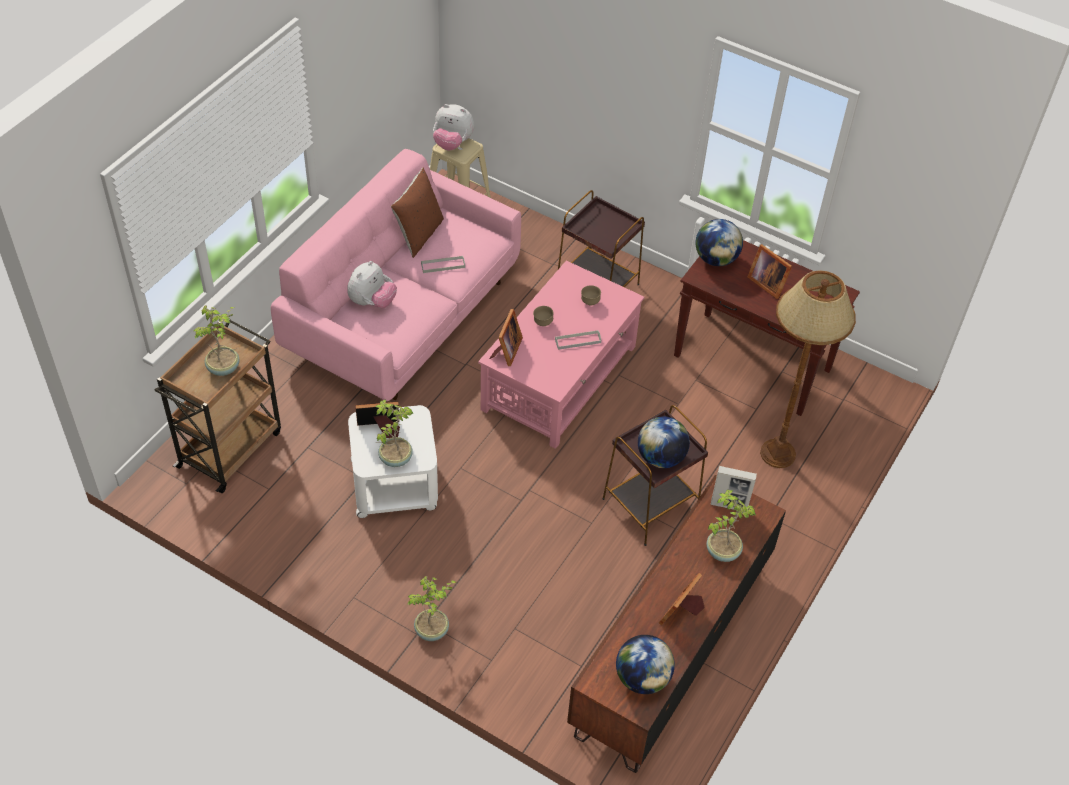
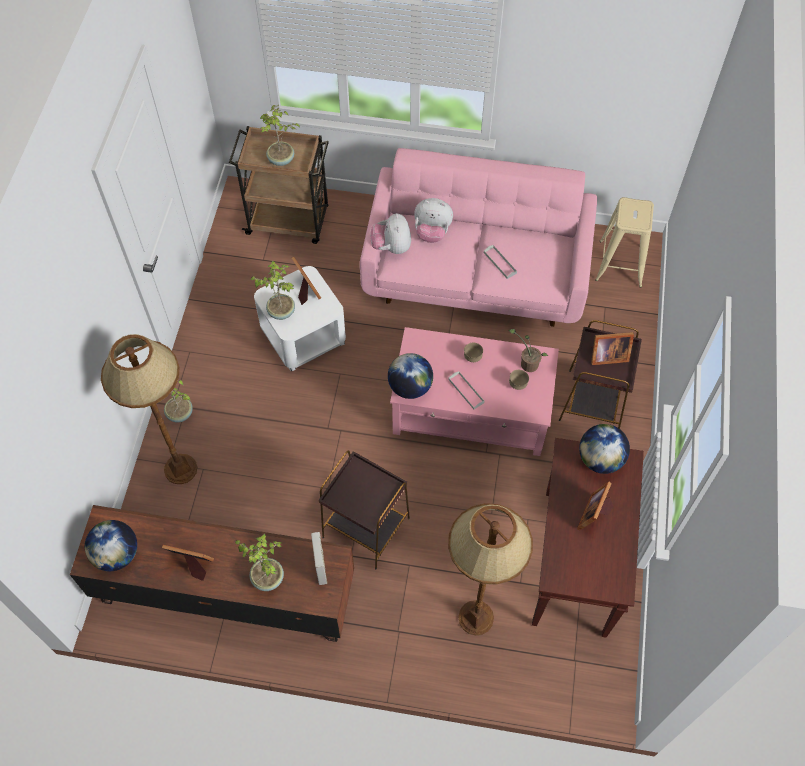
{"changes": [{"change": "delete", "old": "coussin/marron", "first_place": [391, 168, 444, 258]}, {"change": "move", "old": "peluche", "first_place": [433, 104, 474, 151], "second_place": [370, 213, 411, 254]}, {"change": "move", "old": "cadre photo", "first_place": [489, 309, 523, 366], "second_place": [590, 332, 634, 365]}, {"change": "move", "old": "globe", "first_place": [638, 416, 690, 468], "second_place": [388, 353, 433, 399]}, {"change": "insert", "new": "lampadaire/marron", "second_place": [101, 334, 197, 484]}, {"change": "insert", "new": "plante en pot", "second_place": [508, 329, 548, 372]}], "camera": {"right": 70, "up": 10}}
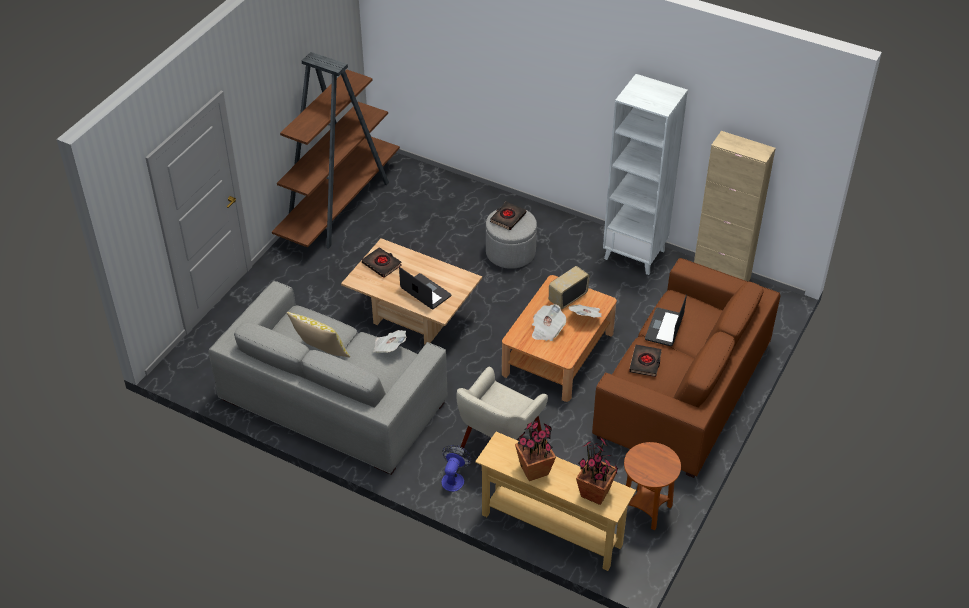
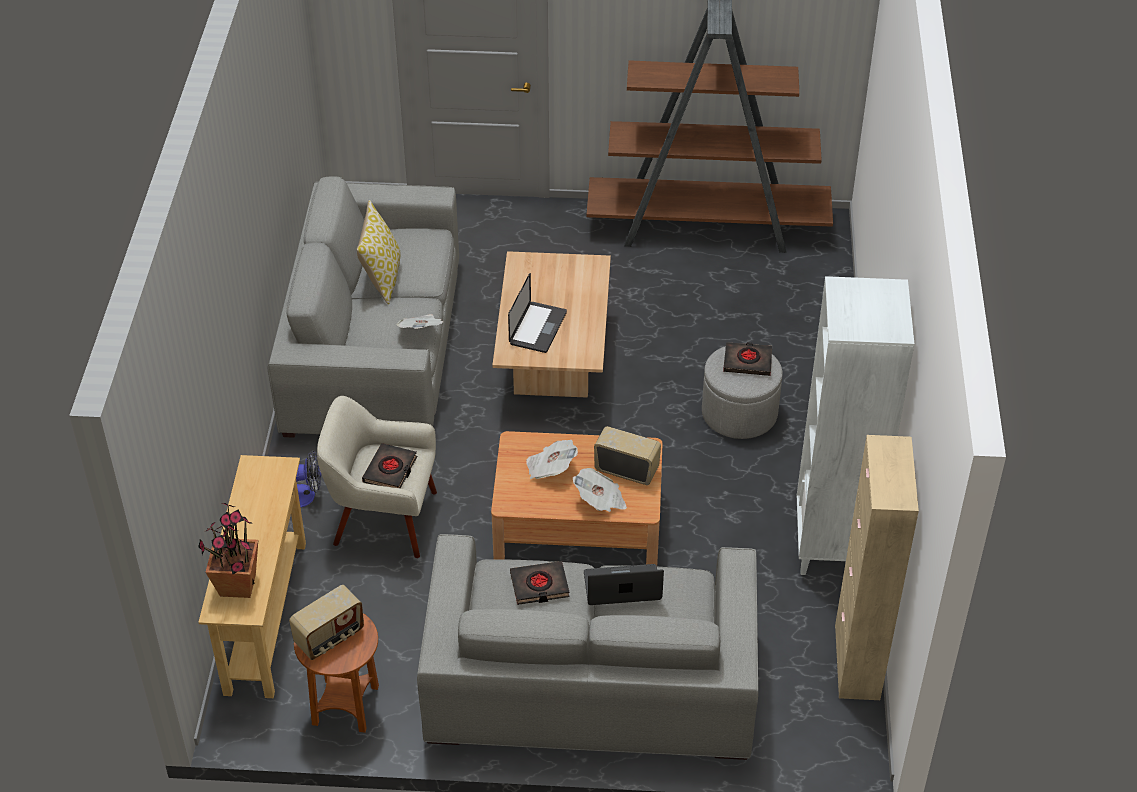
{"changes": [{"change": "move", "old": "livre/noir", "first_place": [362, 247, 402, 278], "second_place": [362, 443, 417, 488]}, {"change": "delete", "old": "plante en pot", "first_place": [515, 420, 556, 481]}, {"change": "recolor", "old": "canapé/marron", "new": "canapé/gris", "first_place": [592, 258, 780, 478], "second_place": [417, 534, 758, 760]}, {"change": "insert", "new": "radio", "second_place": [289, 585, 364, 660]}], "camera": {"right": 65, "up": 0}}
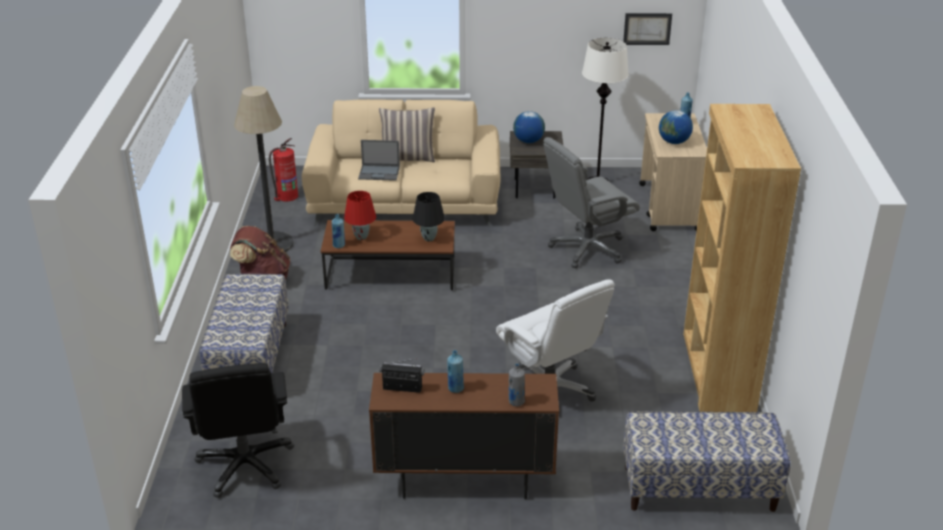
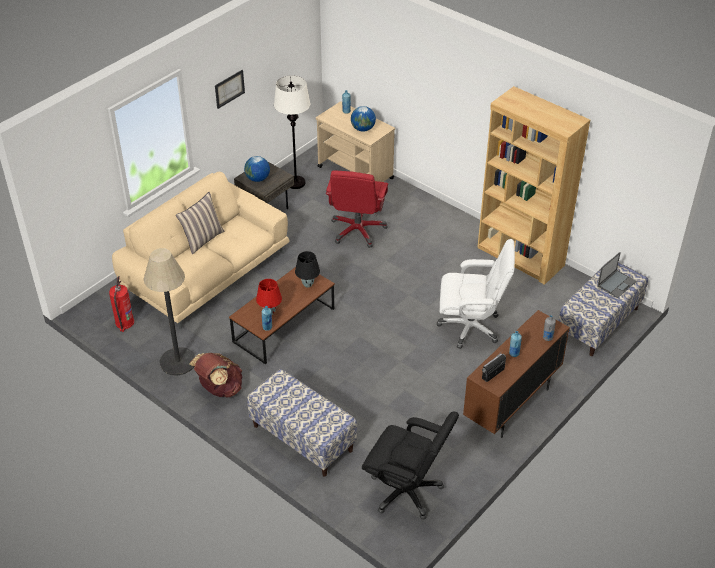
{"changes": [{"change": "move", "old": "ordinateur portable", "first_place": [358, 140, 400, 181], "second_place": [597, 252, 636, 298]}, {"change": "recolor", "old": "chaise de bureau/gris", "new": "chaise de bureau/rouge", "first_place": [543, 137, 640, 268], "second_place": [326, 170, 388, 248]}, {"change": "move", "old": "tableau", "first_place": [623, 13, 672, 45], "second_place": [215, 70, 245, 109]}], "camera": {"right": -50, "up": 10}}
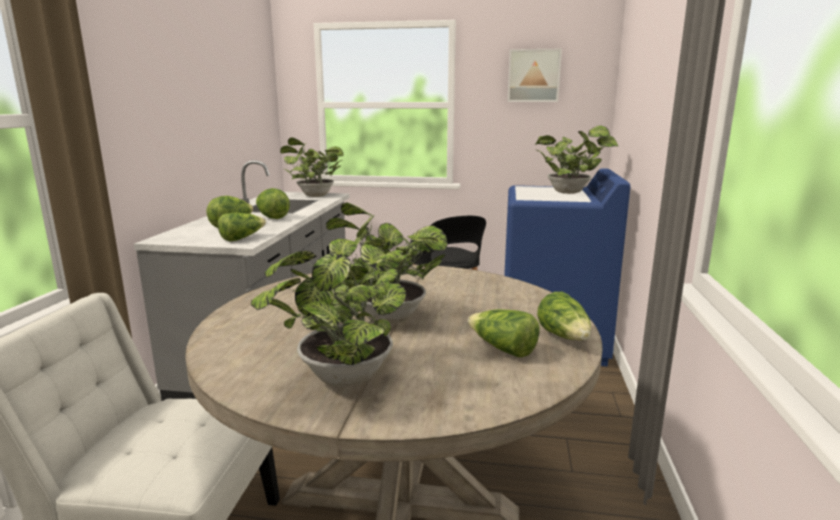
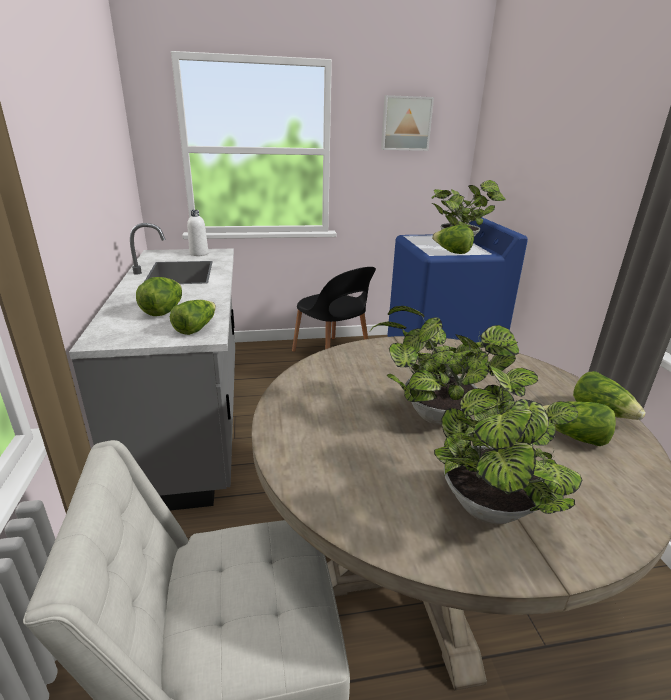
{"changes": [{"change": "move", "old": "laitue", "first_place": [256, 188, 290, 219], "second_place": [432, 225, 474, 254]}, {"change": "replace", "old": "plante en pot", "new": "bouteille/blanc", "first_place": [280, 137, 344, 197], "second_place": [187, 210, 209, 256]}], "camera": {"right": -20, "up": 10}}
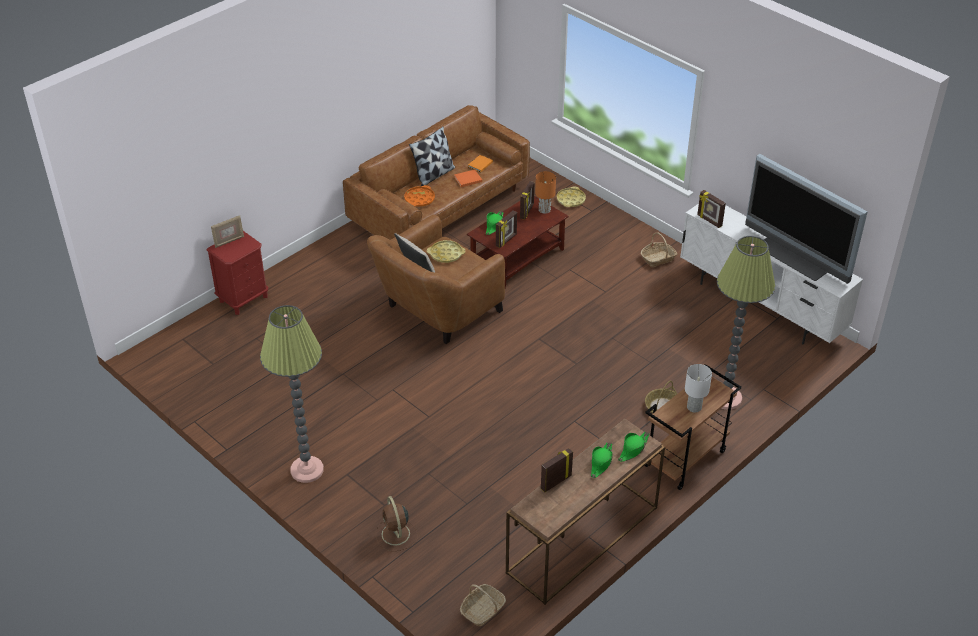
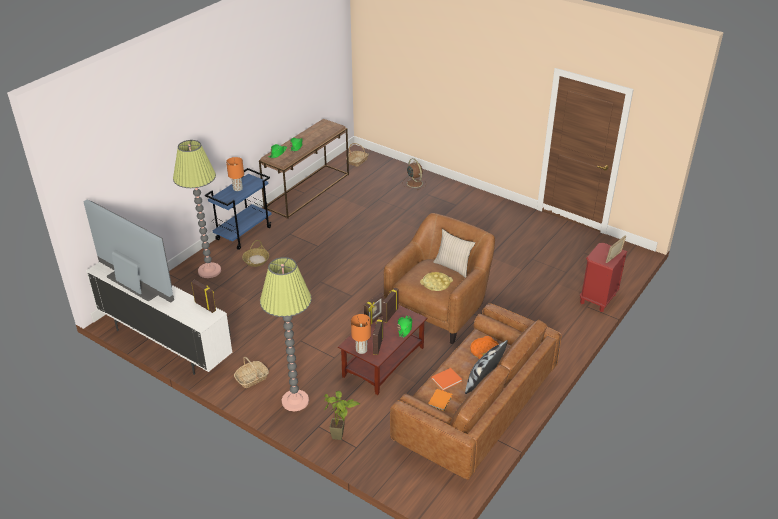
{"changes": [{"change": "move", "old": "lampadaire", "first_place": [260, 305, 324, 483], "second_place": [260, 257, 312, 411]}, {"change": "move", "old": "cadre photo", "first_place": [541, 448, 573, 492], "second_place": [364, 293, 385, 324]}, {"change": "replace", "old": "plateau/jaune", "new": "plante en pot", "first_place": [557, 186, 586, 207], "second_place": [324, 391, 360, 440]}, {"change": "recolor", "old": "chariot/marron", "new": "chariot/bleu", "first_place": [645, 364, 742, 490], "second_place": [205, 168, 271, 250]}, {"change": "recolor", "old": "lampe de table/blanc", "new": "lampe de table/orange", "first_place": [685, 364, 712, 413], "second_place": [226, 157, 244, 191]}], "camera": {"right": 170, "up": -5}}
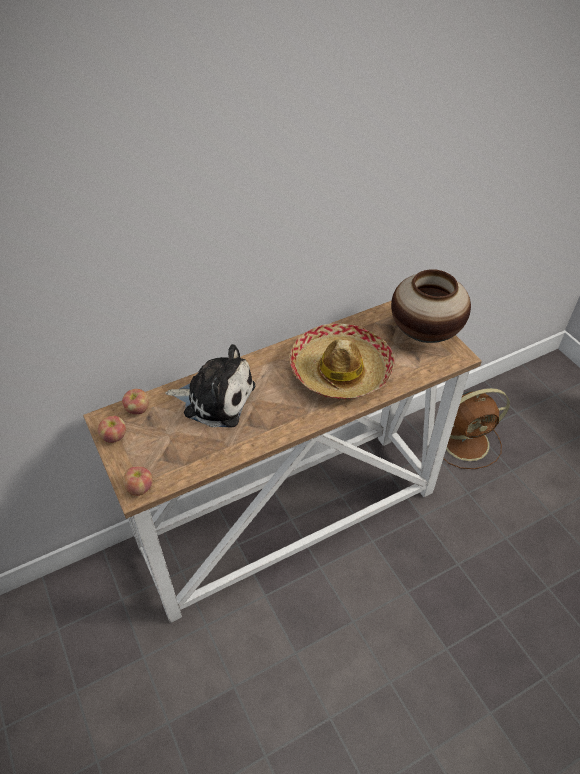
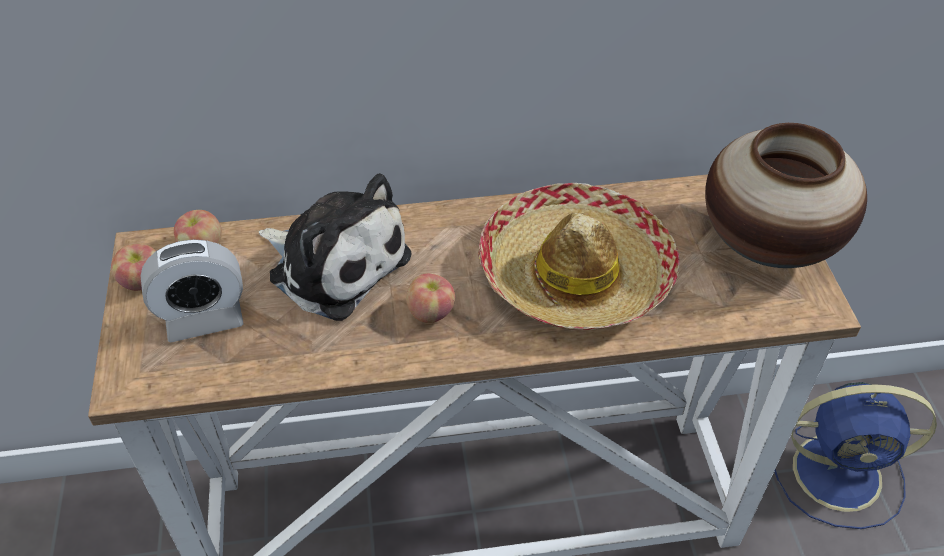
{"changes": [{"change": "move", "old": "pomme", "first_place": [123, 466, 153, 496], "second_place": [406, 273, 455, 323]}, {"change": "recolor", "old": "ventilateur/marron", "new": "ventilateur/bleu", "first_place": [443, 388, 510, 469], "second_place": [774, 382, 937, 529]}, {"change": "insert", "new": "réveil", "second_place": [141, 239, 244, 342]}], "camera": {"right": 20, "up": 0}}
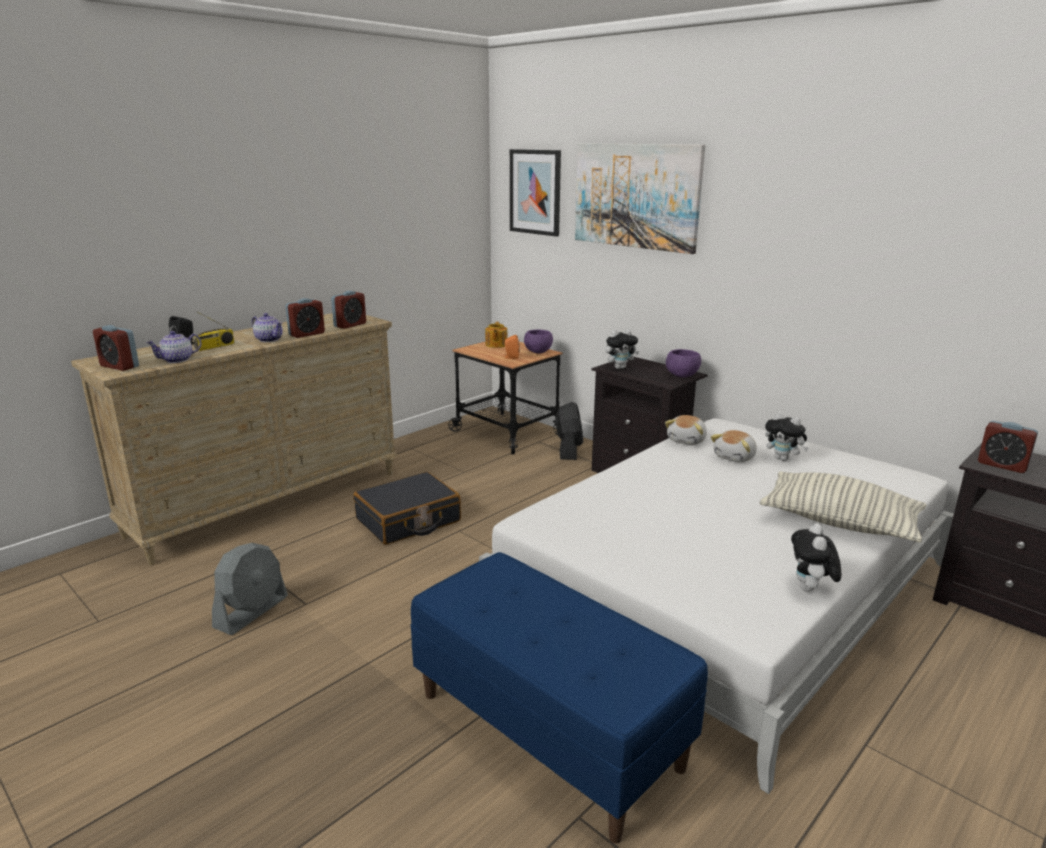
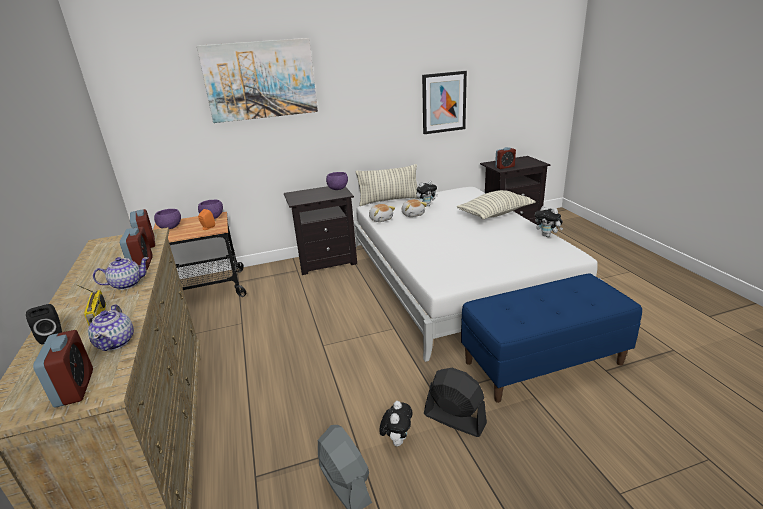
{"changes": [{"change": "rotate", "old": "réveil", "first_place": [93, 325, 139, 371], "second_place": [33, 330, 93, 408], "degrees": -75}, {"change": "delete", "old": "valise/noir", "first_place": [353, 472, 461, 545]}, {"change": "replace", "old": "théière", "new": "bol/violet", "first_place": [485, 322, 507, 348], "second_place": [154, 209, 181, 229]}, {"change": "move", "old": "tableau", "first_place": [510, 149, 561, 237], "second_place": [422, 71, 467, 134]}, {"change": "move", "old": "ventilateur/noir", "first_place": [555, 402, 583, 460], "second_place": [424, 368, 487, 437]}, {"change": "move", "old": "peluche", "first_place": [605, 329, 639, 369], "second_place": [379, 401, 413, 446]}, {"change": "insert", "new": "coussin", "second_place": [356, 164, 420, 206]}], "camera": {"right": -60, "up": 5}}
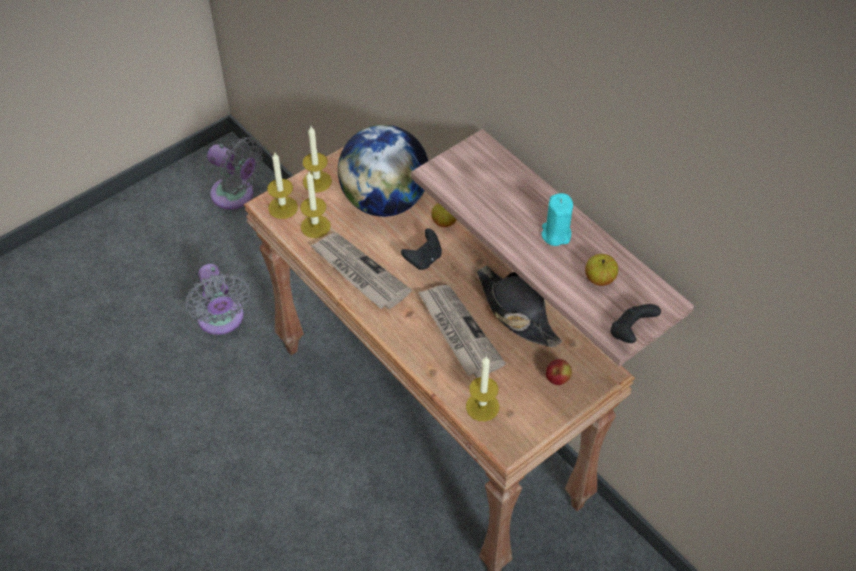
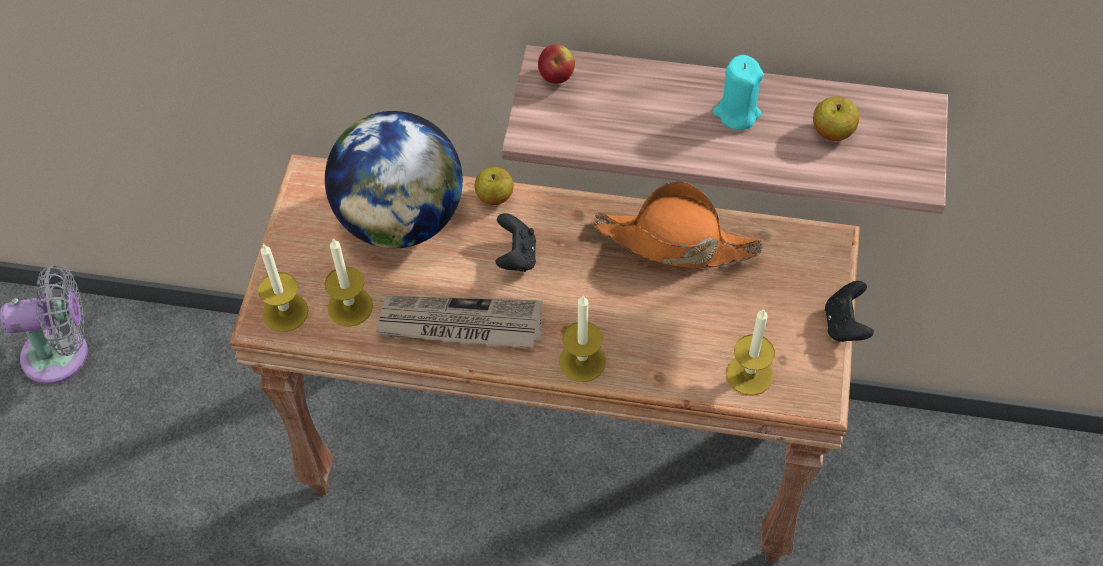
{"changes": [{"change": "delete", "old": "ventilateur/gris", "first_place": [185, 264, 250, 335]}, {"change": "move", "old": "bougie", "first_place": [302, 126, 332, 193], "second_place": [559, 295, 606, 382]}, {"change": "delete", "old": "journal", "first_place": [418, 285, 506, 378]}, {"change": "recolor", "old": "chapeau/noir", "new": "chapeau/orange", "first_place": [477, 265, 562, 347], "second_place": [593, 181, 763, 268]}, {"change": "move", "old": "pomme", "first_place": [546, 359, 572, 385], "second_place": [538, 44, 575, 84]}, {"change": "move", "old": "manette/noir", "first_place": [610, 304, 661, 343], "second_place": [825, 281, 874, 342]}], "camera": {"right": -40, "up": 5}}
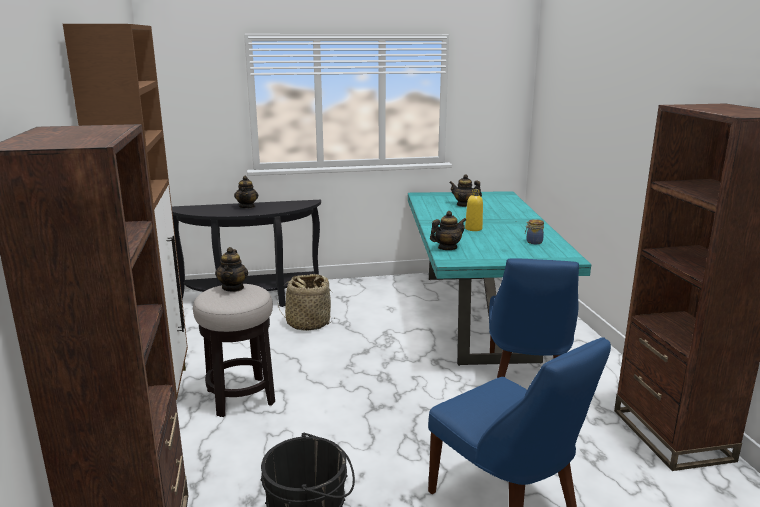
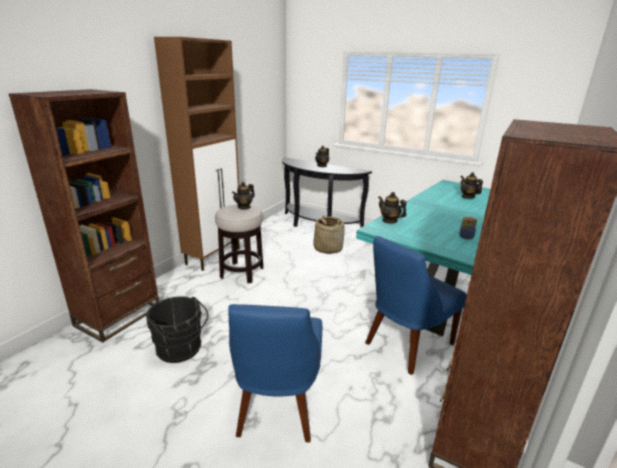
{"changes": [{"change": "rotate", "old": "théière", "first_place": [430, 211, 466, 250], "second_place": [378, 192, 407, 224], "degrees": -150}, {"change": "delete", "old": "bouteille/jaune", "first_place": [465, 189, 483, 231]}], "camera": {"right": 40, "up": 5}}
